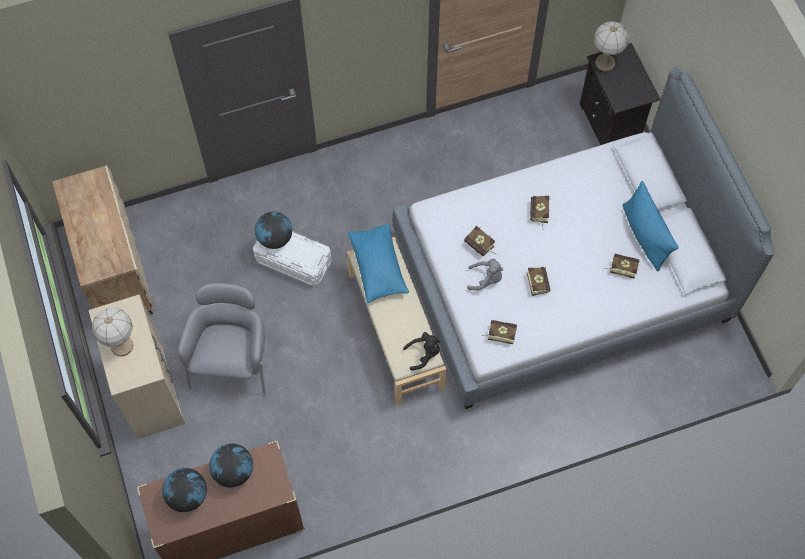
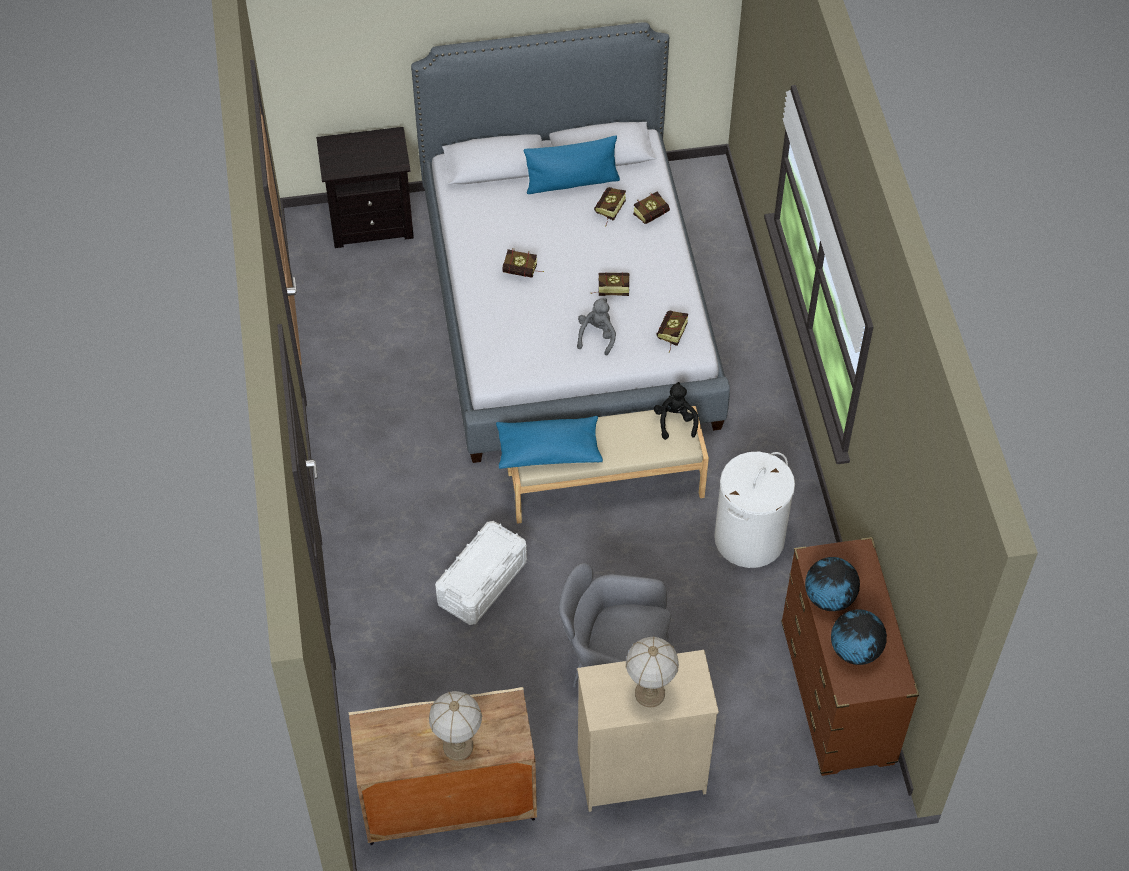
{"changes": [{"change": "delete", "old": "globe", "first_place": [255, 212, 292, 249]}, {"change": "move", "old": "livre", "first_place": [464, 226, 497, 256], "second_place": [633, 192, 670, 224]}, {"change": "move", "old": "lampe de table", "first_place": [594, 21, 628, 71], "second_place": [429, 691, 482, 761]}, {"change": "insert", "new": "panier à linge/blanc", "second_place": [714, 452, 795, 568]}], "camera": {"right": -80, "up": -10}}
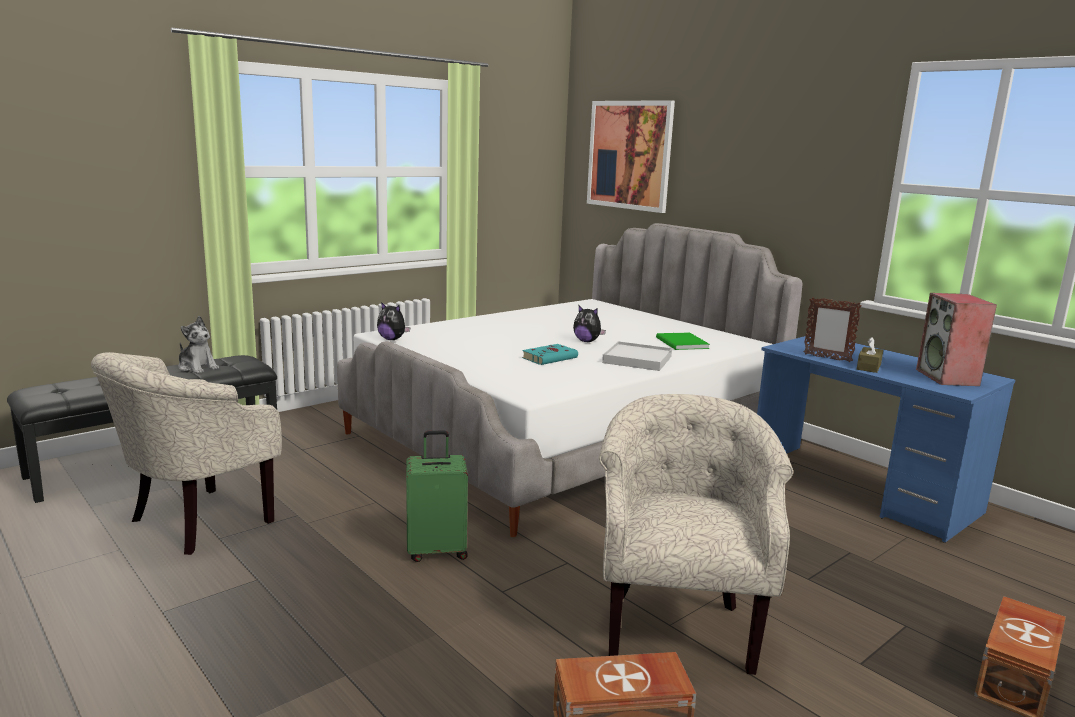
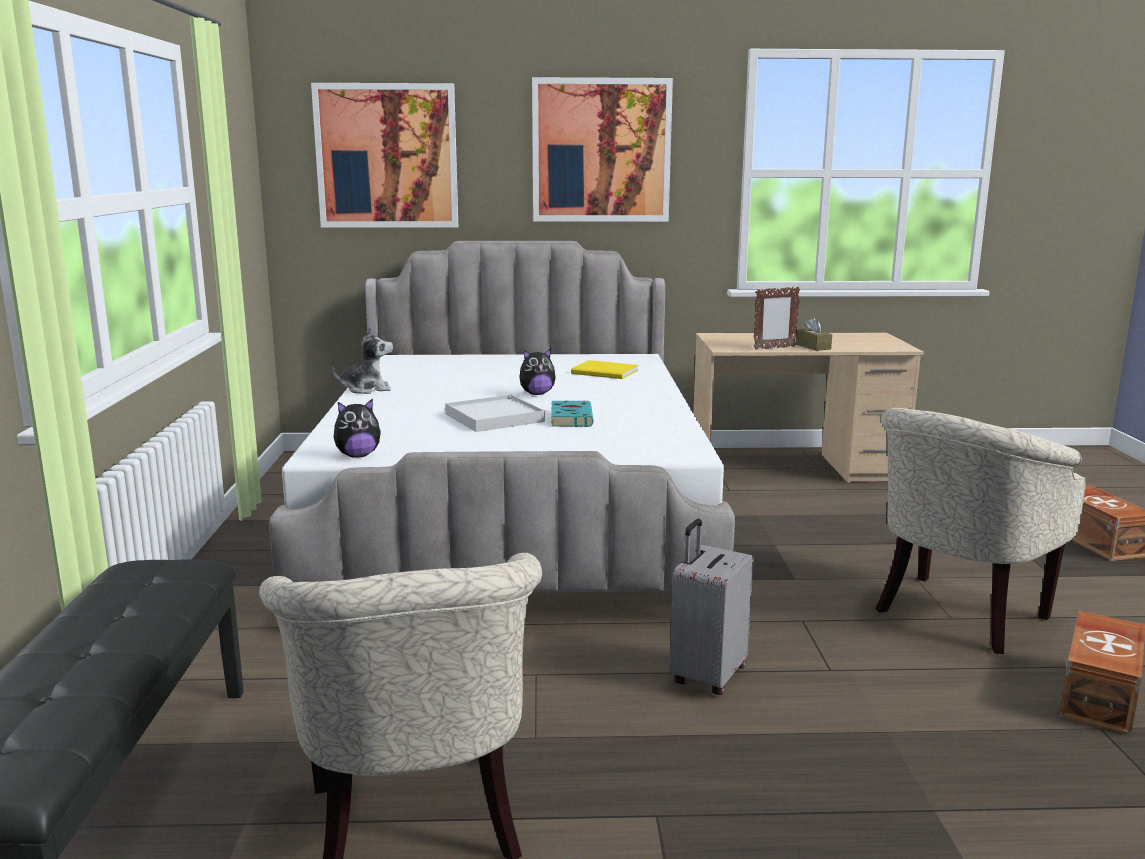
{"changes": [{"change": "move", "old": "peluche", "first_place": [178, 316, 219, 374], "second_place": [332, 327, 393, 394]}, {"change": "recolor", "old": "valise/vert", "new": "valise/gris", "first_place": [406, 430, 468, 562], "second_place": [670, 519, 754, 695]}, {"change": "rotate", "old": "fauteuil/beige", "first_place": [599, 394, 793, 675], "second_place": [875, 408, 1086, 654], "degrees": -90}, {"change": "move", "old": "plateau/blanc", "first_place": [602, 341, 672, 371], "second_place": [445, 395, 545, 432]}, {"change": "recolor", "old": "livre/vert", "new": "livre/jaune", "first_place": [656, 332, 710, 350], "second_place": [571, 360, 639, 379]}, {"change": "recolor", "old": "bureau/bleu", "new": "bureau/beige", "first_place": [757, 336, 1015, 543], "second_place": [693, 332, 924, 484]}, {"change": "delete", "old": "enceinte", "first_place": [916, 293, 997, 386]}, {"change": "insert", "new": "tableau", "second_place": [532, 77, 673, 222]}], "camera": {"right": -50, "up": 0}}
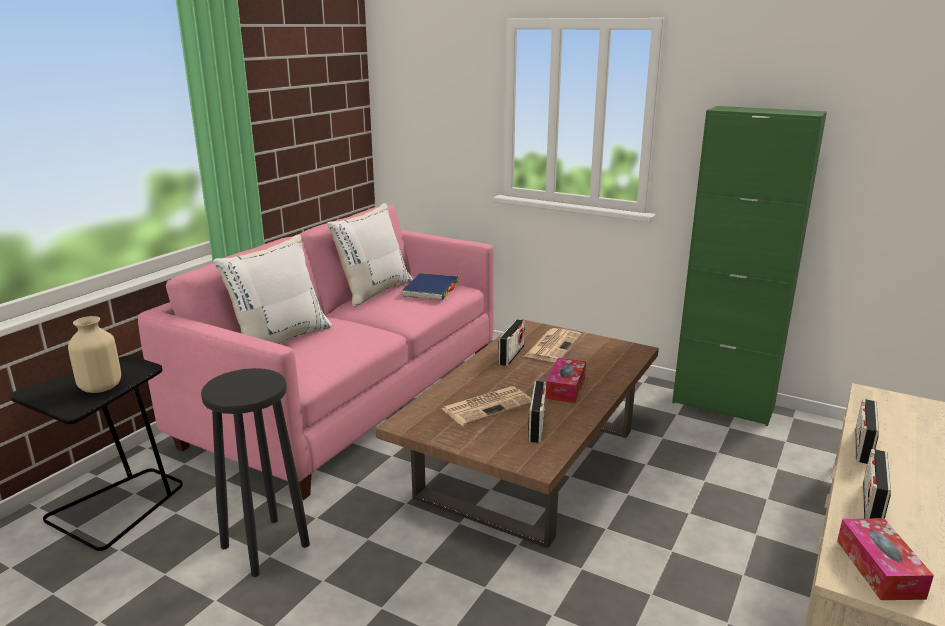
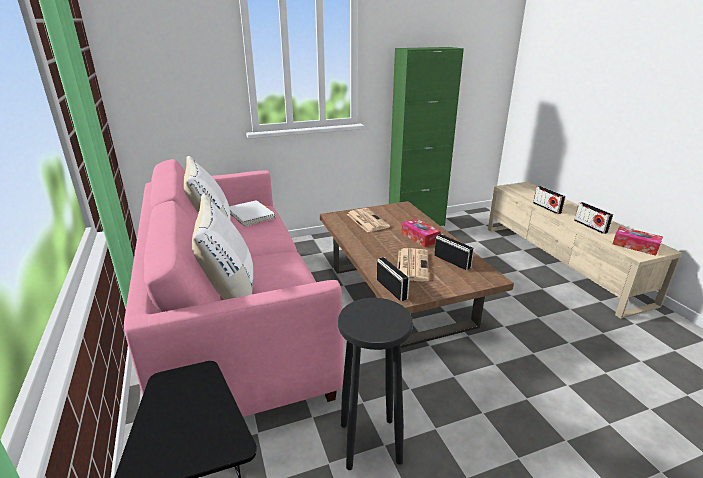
{"changes": [{"change": "delete", "old": "vase/beige", "first_place": [68, 316, 121, 393]}, {"change": "recolor", "old": "livre/bleu", "new": "livre/blanc", "first_place": [402, 273, 459, 300], "second_place": [229, 200, 276, 227]}, {"change": "move", "old": "radio", "first_place": [498, 319, 525, 366], "second_place": [377, 257, 410, 301]}], "camera": {"right": -50, "up": 5}}
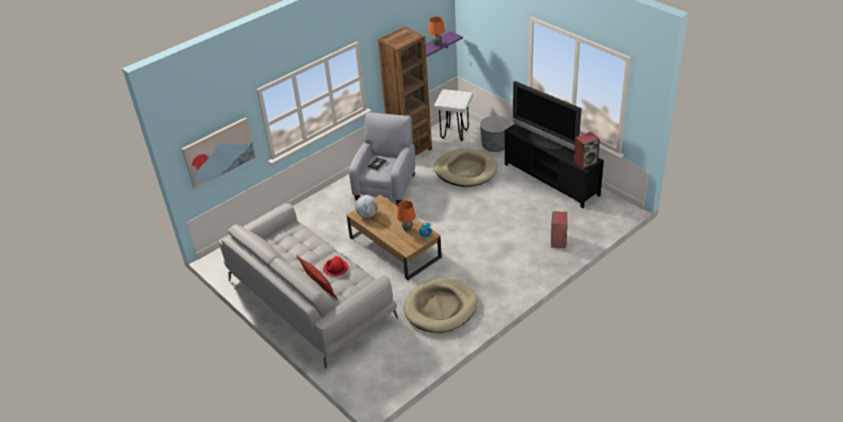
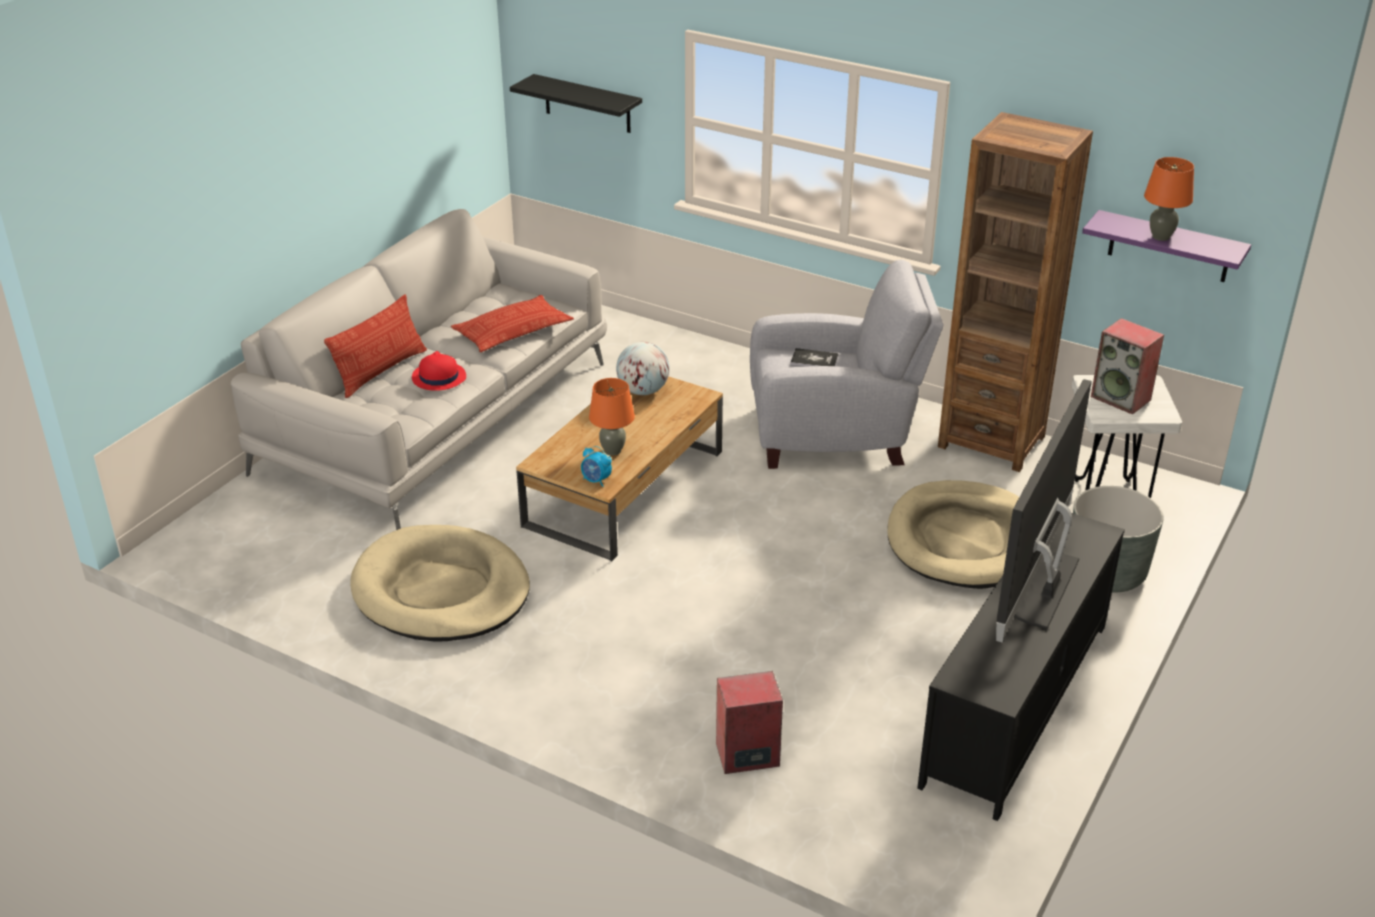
{"changes": [{"change": "replace", "old": "tableau", "new": "étagère/noir", "first_place": [182, 117, 256, 189], "second_place": [510, 74, 642, 133]}, {"change": "move", "old": "enceinte", "first_place": [574, 132, 600, 169], "second_place": [1091, 318, 1164, 415]}, {"change": "insert", "new": "coussin", "second_place": [451, 295, 574, 352]}], "camera": {"right": 70, "up": -5}}
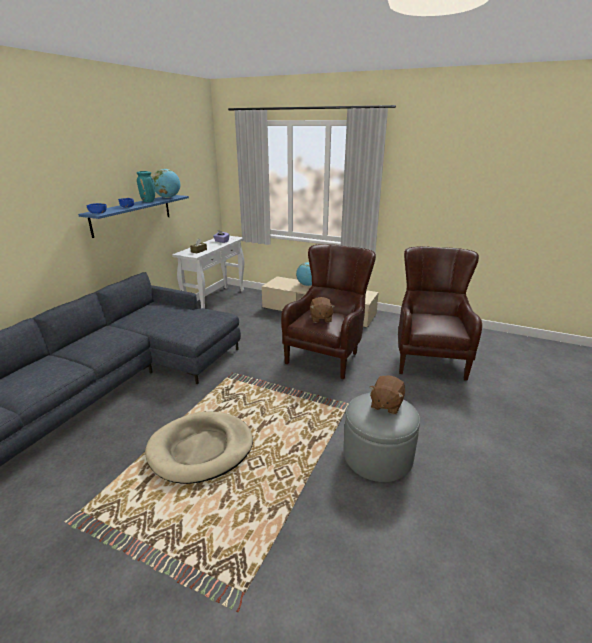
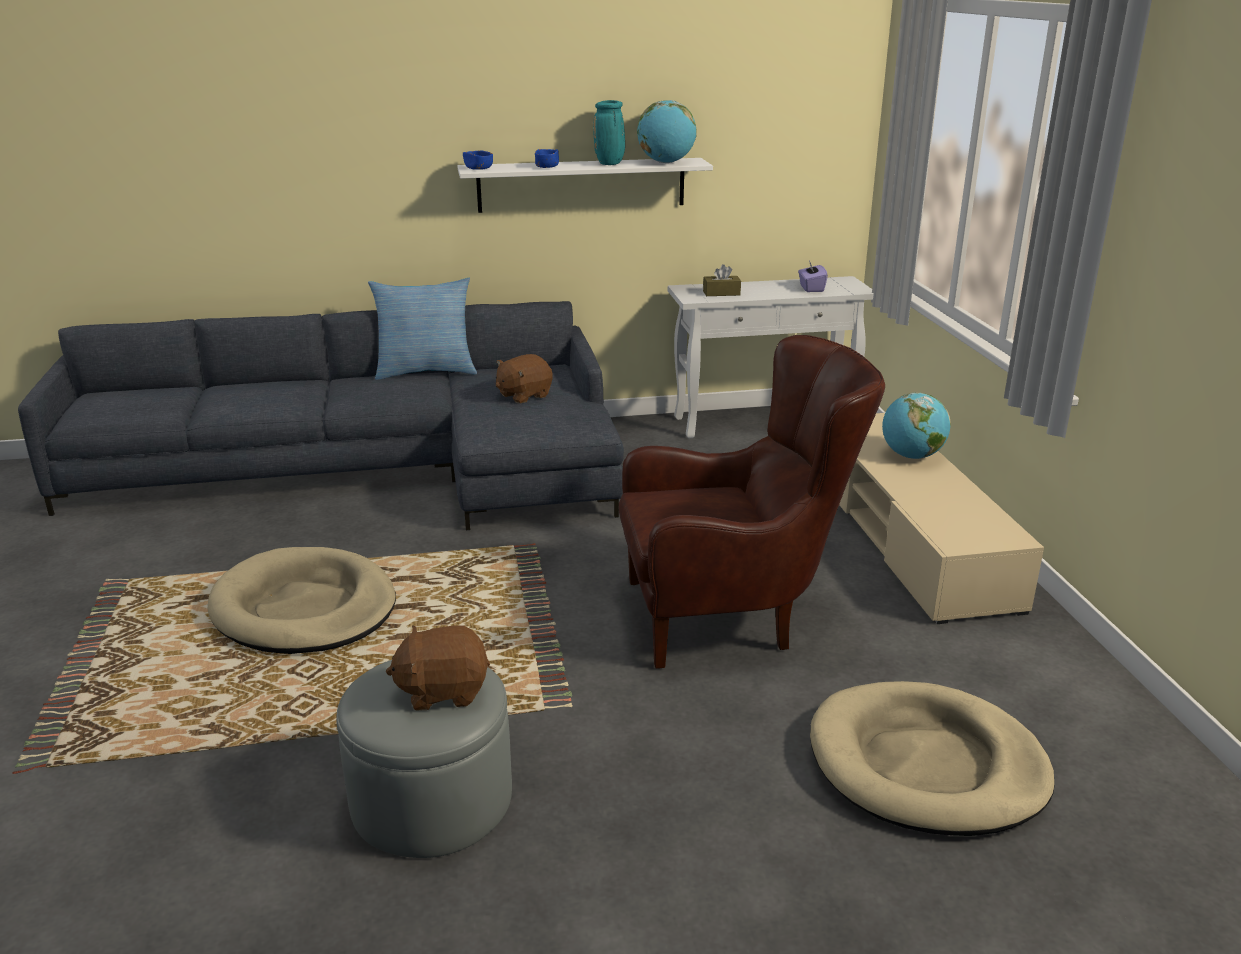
{"changes": [{"change": "recolor", "old": "étagère/bleu", "new": "étagère/blanc", "first_place": [78, 195, 189, 238], "second_place": [458, 158, 713, 213]}, {"change": "move", "old": "peluche/marron", "first_place": [310, 297, 335, 323], "second_place": [496, 354, 553, 404]}, {"change": "replace", "old": "fauteuil/marron", "new": "panier pour chien/beige", "first_place": [398, 246, 482, 381], "second_place": [810, 681, 1055, 836]}, {"change": "insert", "new": "coussin", "second_place": [368, 277, 477, 380]}], "camera": {"right": 55, "up": 0}}
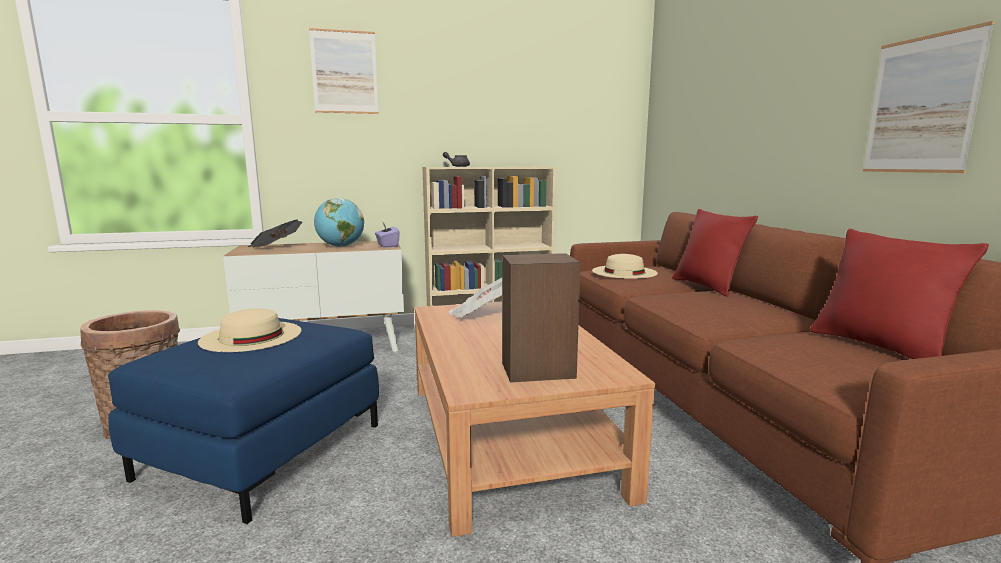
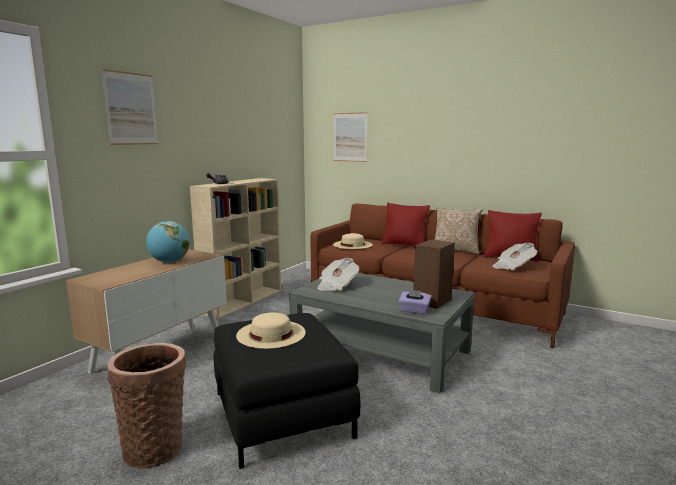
{"changes": [{"change": "recolor", "old": "pouf/bleu", "new": "pouf/noir", "first_place": [108, 318, 379, 524], "second_place": [214, 313, 360, 469]}, {"change": "move", "old": "journal", "first_place": [248, 219, 303, 247], "second_place": [493, 243, 537, 270]}, {"change": "move", "old": "boîte à mouchoirs/violet", "first_place": [375, 223, 400, 248], "second_place": [398, 289, 431, 315]}, {"change": "recolor", "old": "table basse/marron", "new": "table basse/gris", "first_place": [414, 301, 655, 537], "second_place": [289, 273, 475, 393]}, {"change": "move", "old": "tableau", "first_place": [863, 21, 995, 173], "second_place": [334, 112, 367, 162]}, {"change": "insert", "new": "coussin", "second_place": [434, 207, 483, 254]}], "camera": {"right": -45, "up": 0}}
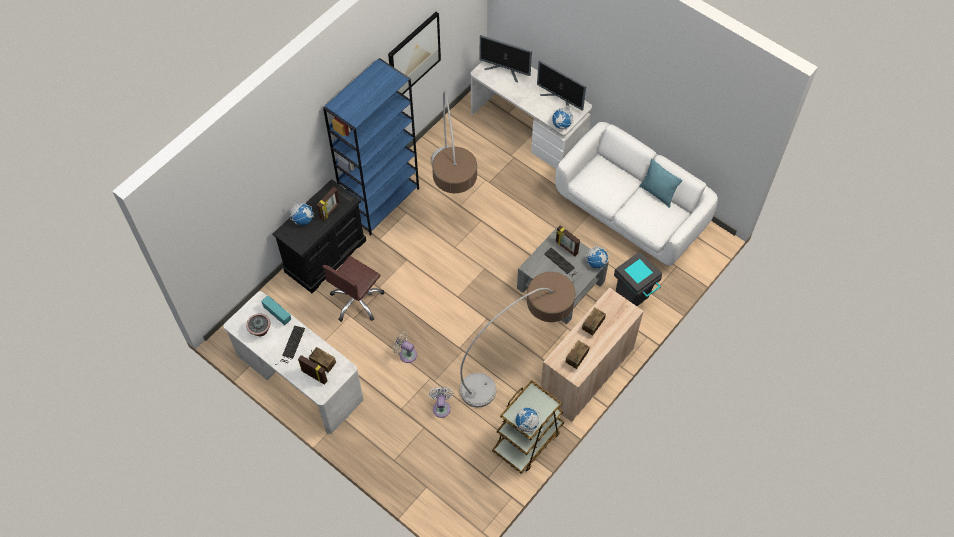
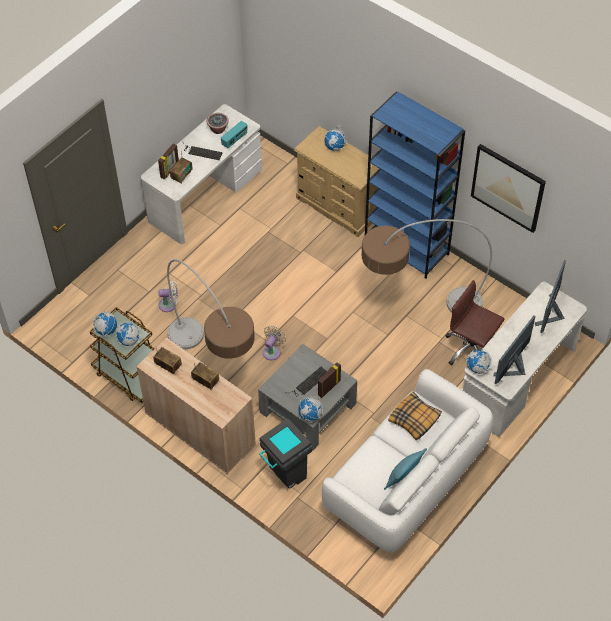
{"changes": [{"change": "recolor", "old": "commode/noir", "new": "commode/beige", "first_place": [272, 179, 366, 293], "second_place": [294, 126, 379, 237]}, {"change": "delete", "old": "cadre photo", "first_place": [317, 187, 340, 221]}, {"change": "move", "old": "chaise de bureau/marron", "first_place": [323, 256, 384, 322], "second_place": [445, 280, 504, 365]}, {"change": "move", "old": "ventilateur/beige", "first_place": [393, 332, 417, 363], "second_place": [263, 326, 286, 360]}, {"change": "insert", "new": "globe", "second_place": [116, 321, 141, 347]}, {"change": "insert", "new": "coussin", "second_place": [388, 392, 442, 440]}], "camera": {"right": 90, "up": -5}}
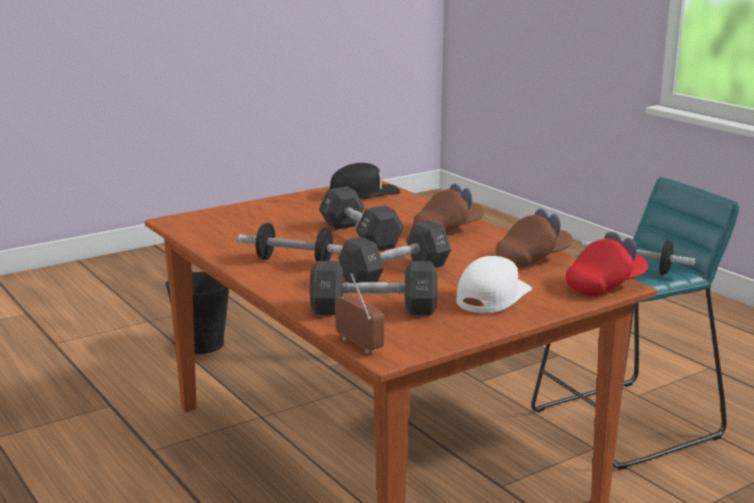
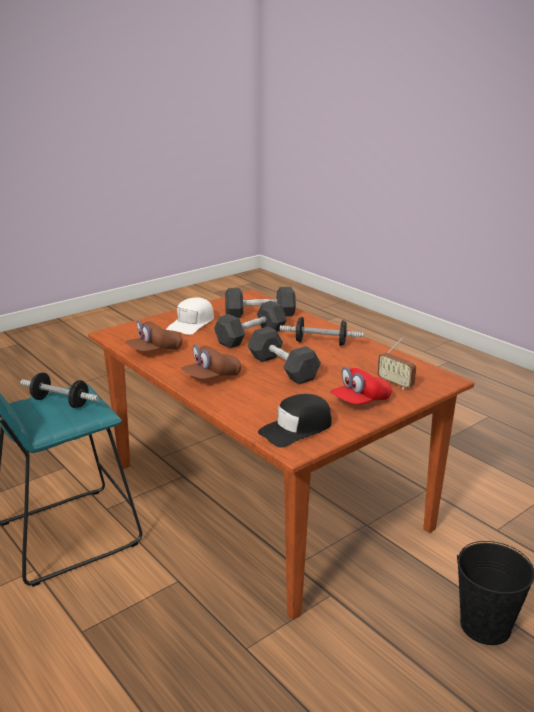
{"changes": [{"change": "move", "old": "radio", "first_place": [335, 273, 384, 353], "second_place": [377, 338, 416, 390]}, {"change": "move", "old": "casquette/rouge", "first_place": [566, 232, 648, 296], "second_place": [330, 366, 392, 405]}], "camera": {"right": 175, "up": 5}}
